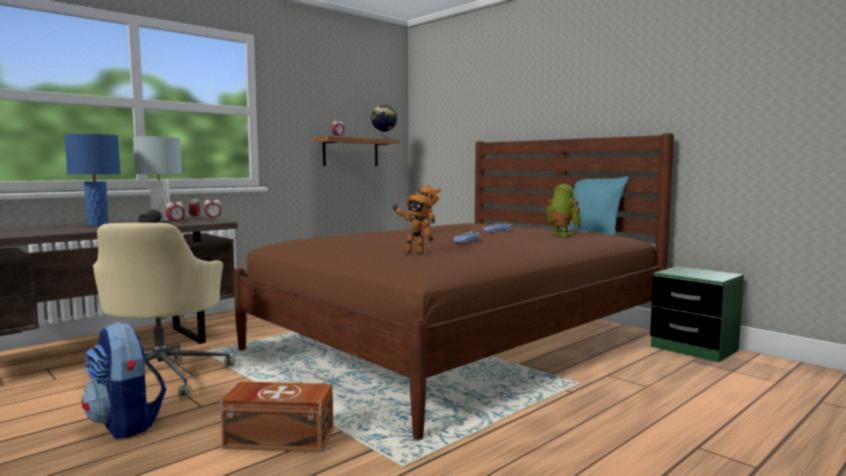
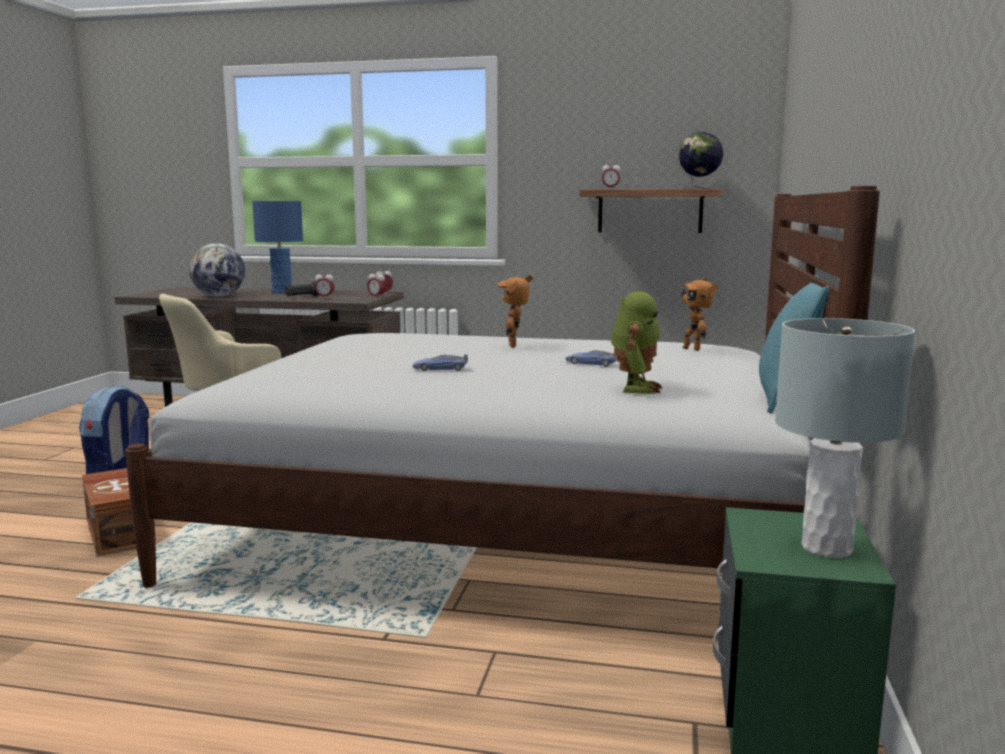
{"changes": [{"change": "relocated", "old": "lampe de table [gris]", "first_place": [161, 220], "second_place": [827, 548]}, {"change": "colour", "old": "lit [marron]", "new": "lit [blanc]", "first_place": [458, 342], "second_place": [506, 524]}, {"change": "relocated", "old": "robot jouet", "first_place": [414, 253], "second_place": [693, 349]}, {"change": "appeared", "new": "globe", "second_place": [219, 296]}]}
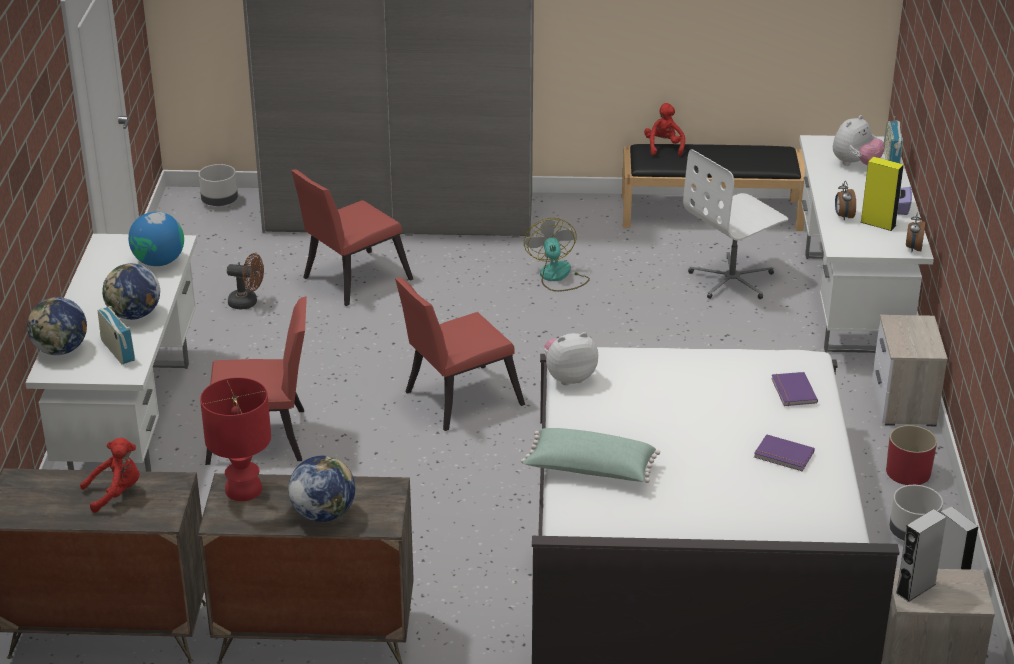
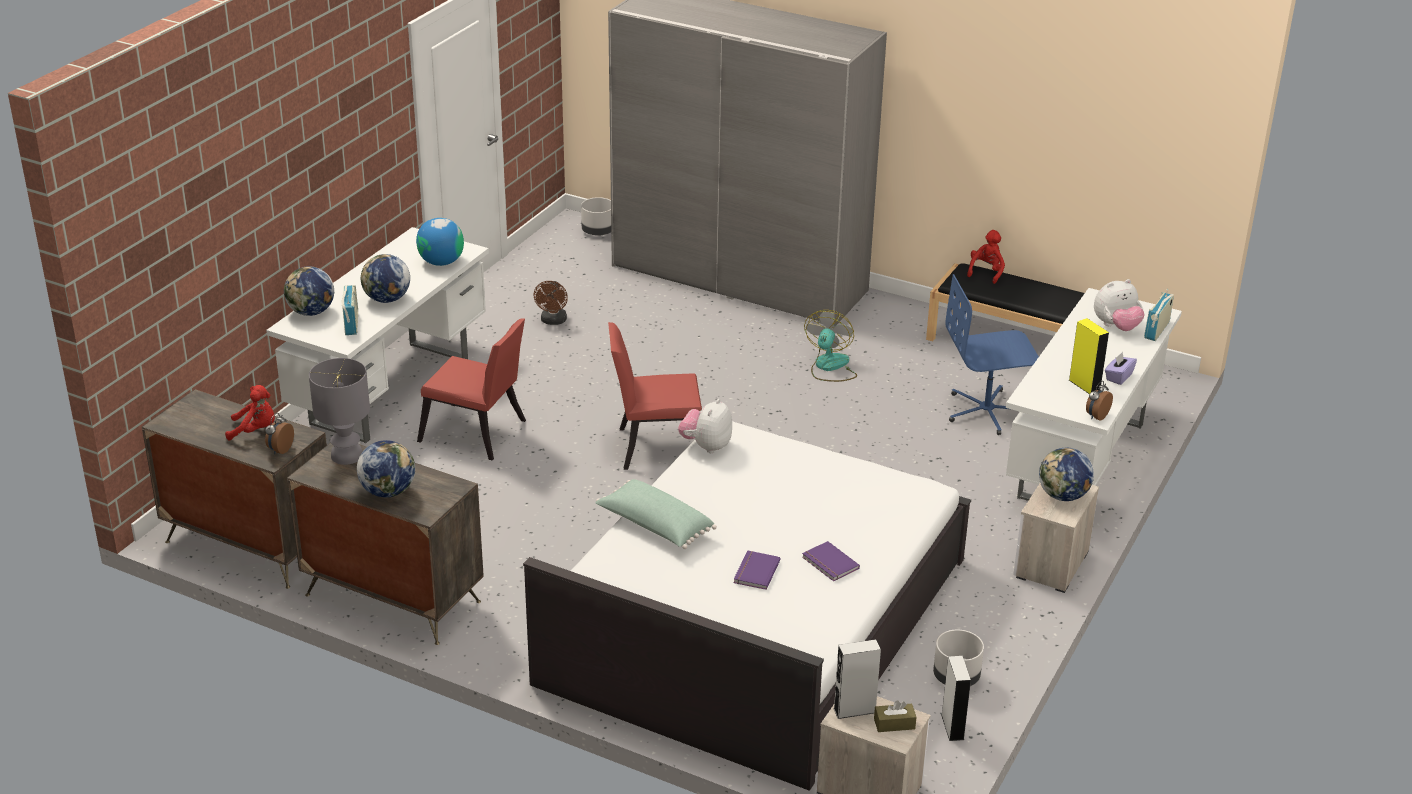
{"changes": [{"change": "colour", "old": "lampe de table [rouge]", "new": "lampe de table [gris]", "first_place": [243, 490], "second_place": [346, 455]}, {"change": "spun", "old": "ventilateur [marron]", "first_place": [247, 303], "second_place": [553, 321], "degrees": 60}, {"change": "missing", "old": "chaise [rouge]", "first_place": [351, 280]}, {"change": "spun", "old": "peluche", "first_place": [569, 377], "second_place": [706, 446], "degrees": -75}, {"change": "colour", "old": "chaise de bureau [blanc]", "new": "chaise de bureau [bleu]", "first_place": [732, 280], "second_place": [987, 411]}, {"change": "relocated", "old": "livre [violet]", "first_place": [792, 391], "second_place": [755, 572]}, {"change": "relocated", "old": "réveil", "first_place": [843, 216], "second_place": [280, 450]}, {"change": "missing", "old": "cache-pot [rouge]", "first_place": [908, 472]}, {"change": "appeared", "new": "boîte à mouchoirs [marron]", "second_place": [894, 724]}, {"change": "appeared", "new": "globe", "second_place": [1063, 496]}]}
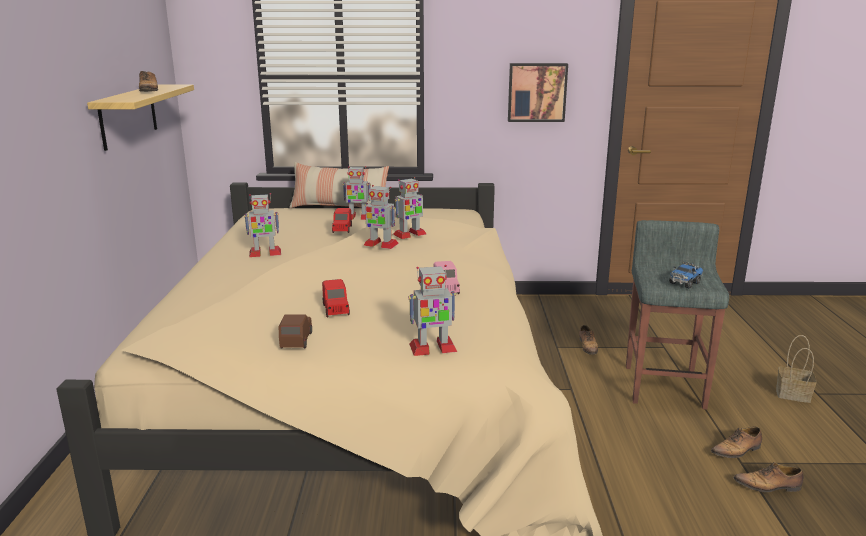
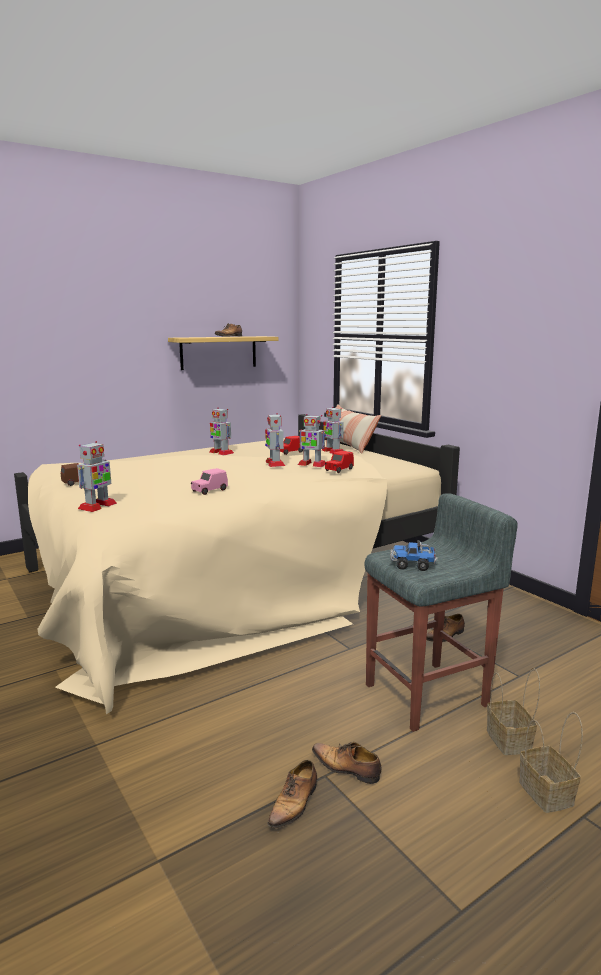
{"changes": [{"change": "relocated", "old": "petite voiture [rouge]", "first_place": [336, 310], "second_place": [339, 470]}, {"change": "spun", "old": "robot jouet", "first_place": [432, 348], "second_place": [97, 506], "degrees": -105}, {"change": "missing", "old": "tableau", "first_place": [536, 92]}, {"change": "spun", "old": "chaussure", "first_place": [768, 486], "second_place": [294, 804], "degrees": -120}, {"change": "appeared", "new": "panier", "second_place": [510, 741]}]}
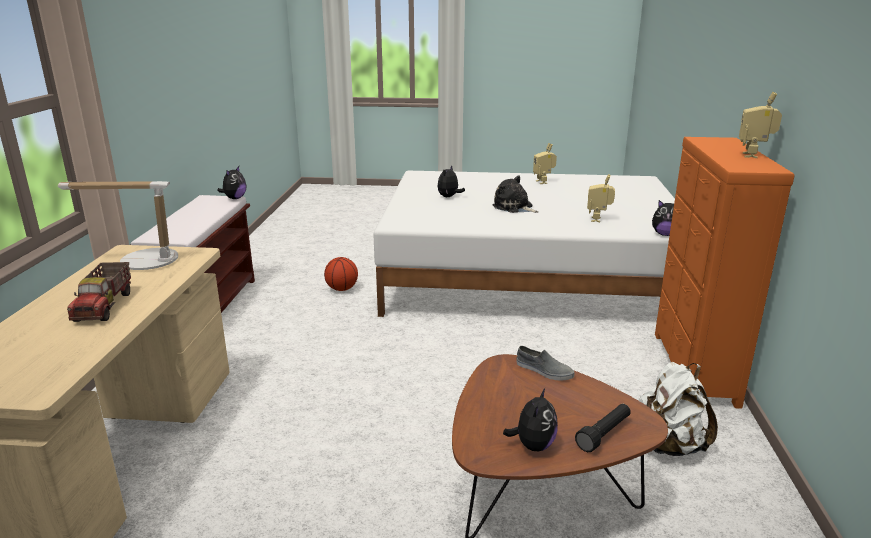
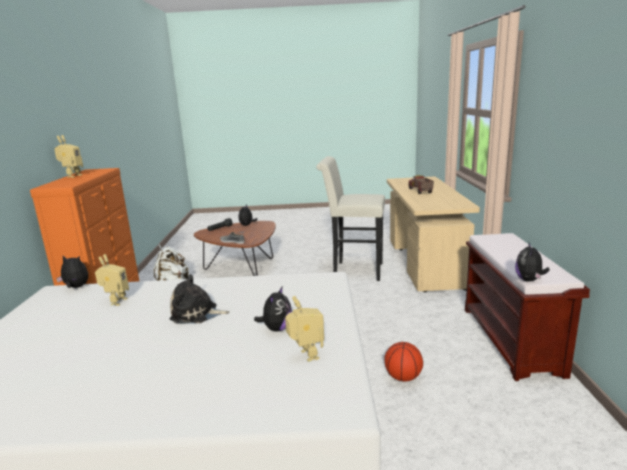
{"changes": [{"change": "missing", "old": "lampe de table", "first_place": [142, 261]}, {"change": "spun", "old": "peluche", "first_place": [514, 207], "second_place": [197, 314], "degrees": 150}, {"change": "relocated", "old": "robot jouet", "first_place": [543, 182], "second_place": [306, 356]}, {"change": "appeared", "new": "tabouret [blanc]", "second_place": [353, 271]}]}
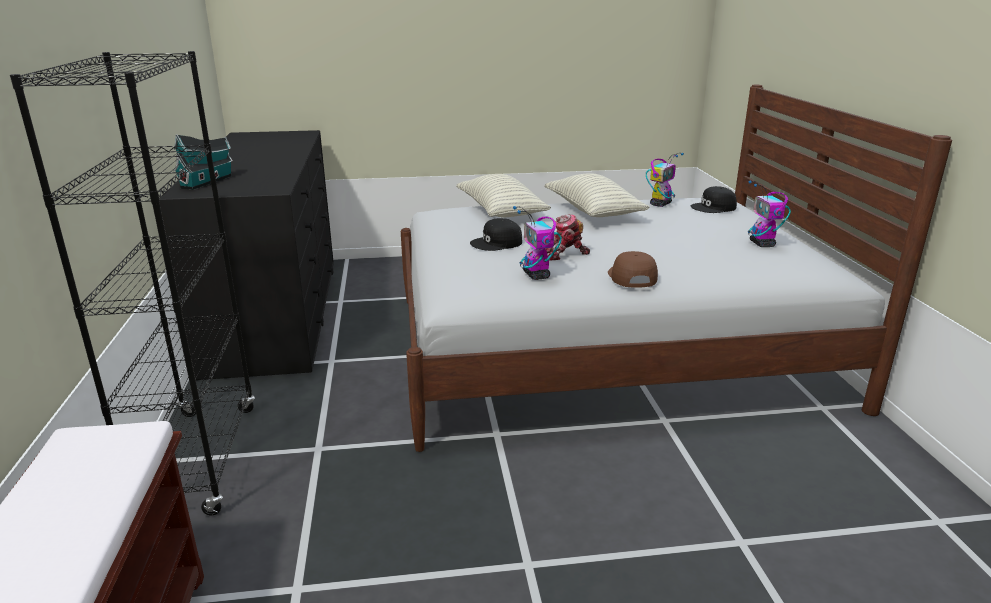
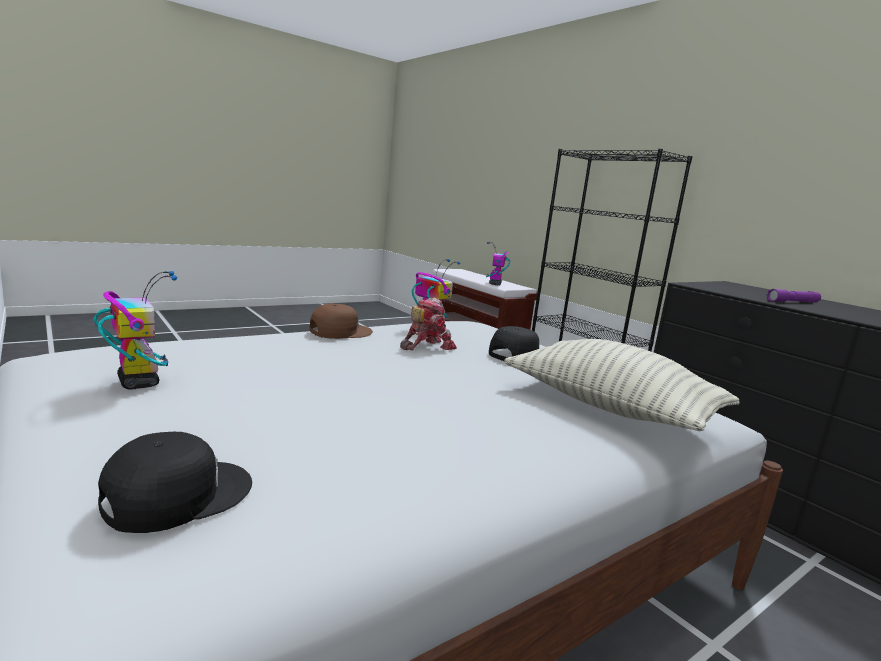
{"changes": [{"change": "missing", "old": "maison miniature", "first_place": [208, 181]}, {"change": "missing", "old": "coussin", "first_place": [593, 212]}, {"change": "spun", "old": "casquette [marron]", "first_place": [631, 277], "second_place": [340, 331], "degrees": -90}, {"change": "relocated", "old": "robot jouet", "first_place": [660, 204], "second_place": [495, 284]}, {"change": "appeared", "new": "lampe de poche [violet]", "second_place": [793, 302]}]}
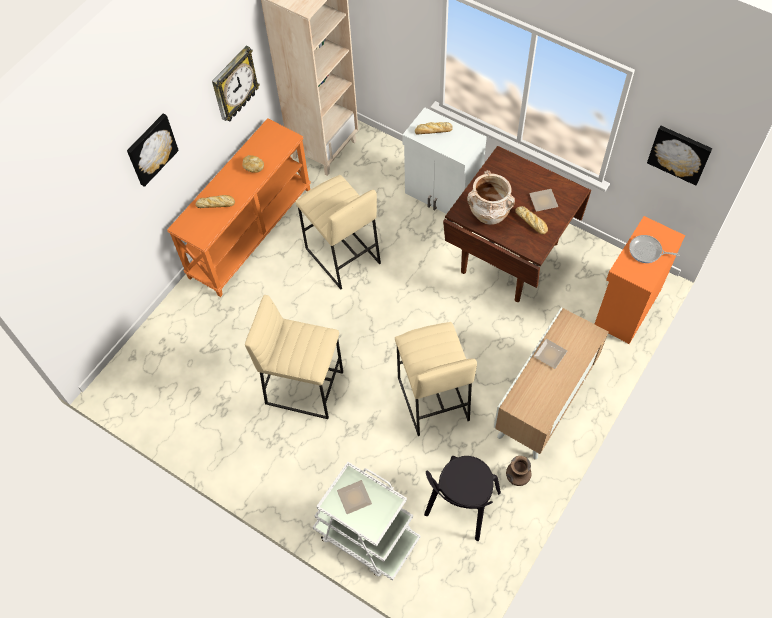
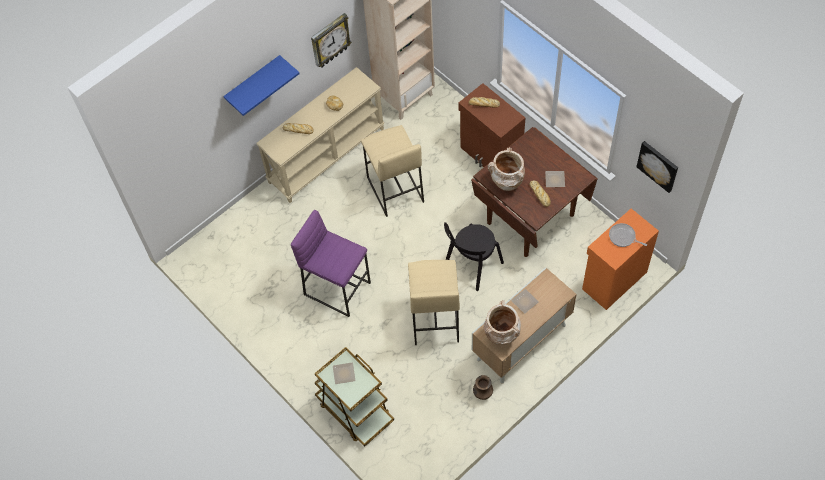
{"changes": [{"change": "exchanged", "old": "tableau", "new": "étagère [bleu]", "first_place": [151, 149], "second_place": [253, 82]}, {"change": "colour", "old": "table console [orange]", "new": "table console [beige]", "first_place": [250, 232], "second_place": [326, 154]}, {"change": "colour", "old": "tabouret [beige]", "new": "tabouret [violet]", "first_place": [305, 387], "second_place": [337, 288]}, {"change": "colour", "old": "chariot [blanc]", "new": "chariot [marron]", "first_place": [366, 535], "second_place": [355, 410]}, {"change": "colour", "old": "meuble de rangement [blanc]", "new": "meuble de rangement [marron]", "first_place": [442, 196], "second_place": [490, 156]}, {"change": "relocated", "old": "chaise [noir]", "first_place": [461, 506], "second_place": [471, 266]}, {"change": "appeared", "new": "vase [beige]", "second_place": [502, 336]}]}
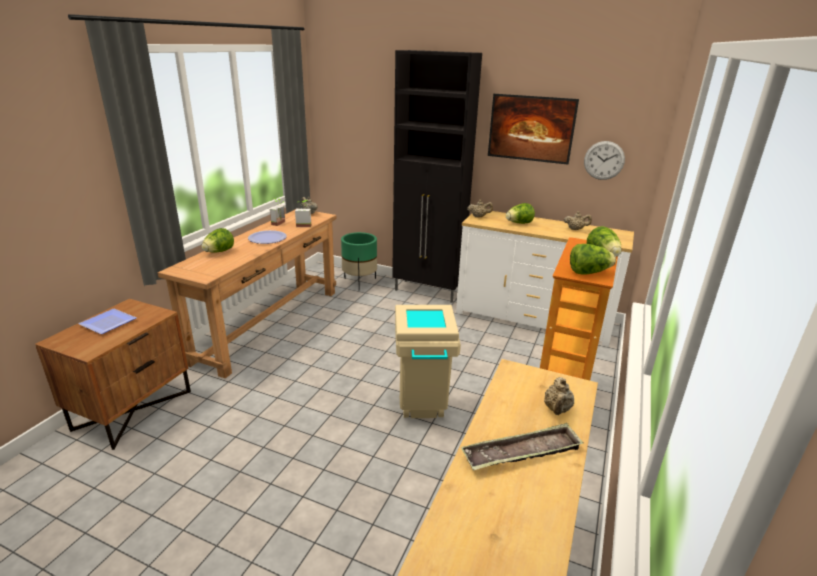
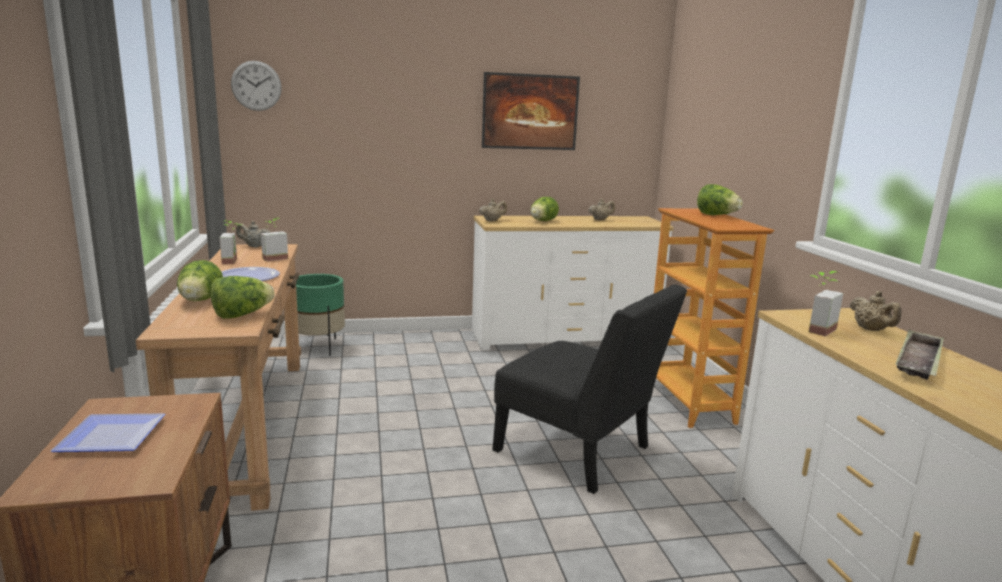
{"changes": [{"change": "missing", "old": "meuble de rangement [noir]", "first_place": [428, 291]}, {"change": "exchanged", "old": "poubelle [beige]", "new": "chaise [noir]", "first_place": [422, 413], "second_place": [579, 453]}, {"change": "relocated", "old": "laitue", "first_place": [588, 272], "second_place": [242, 315]}, {"change": "relocated", "old": "horloge murale", "first_place": [604, 160], "second_place": [256, 86]}, {"change": "appeared", "new": "plante en pot", "second_place": [815, 329]}]}
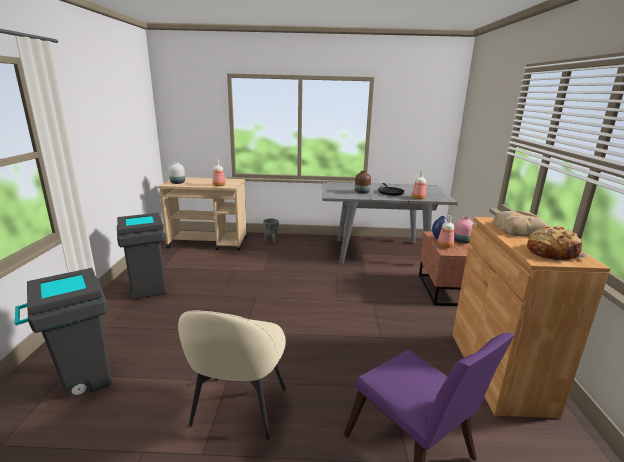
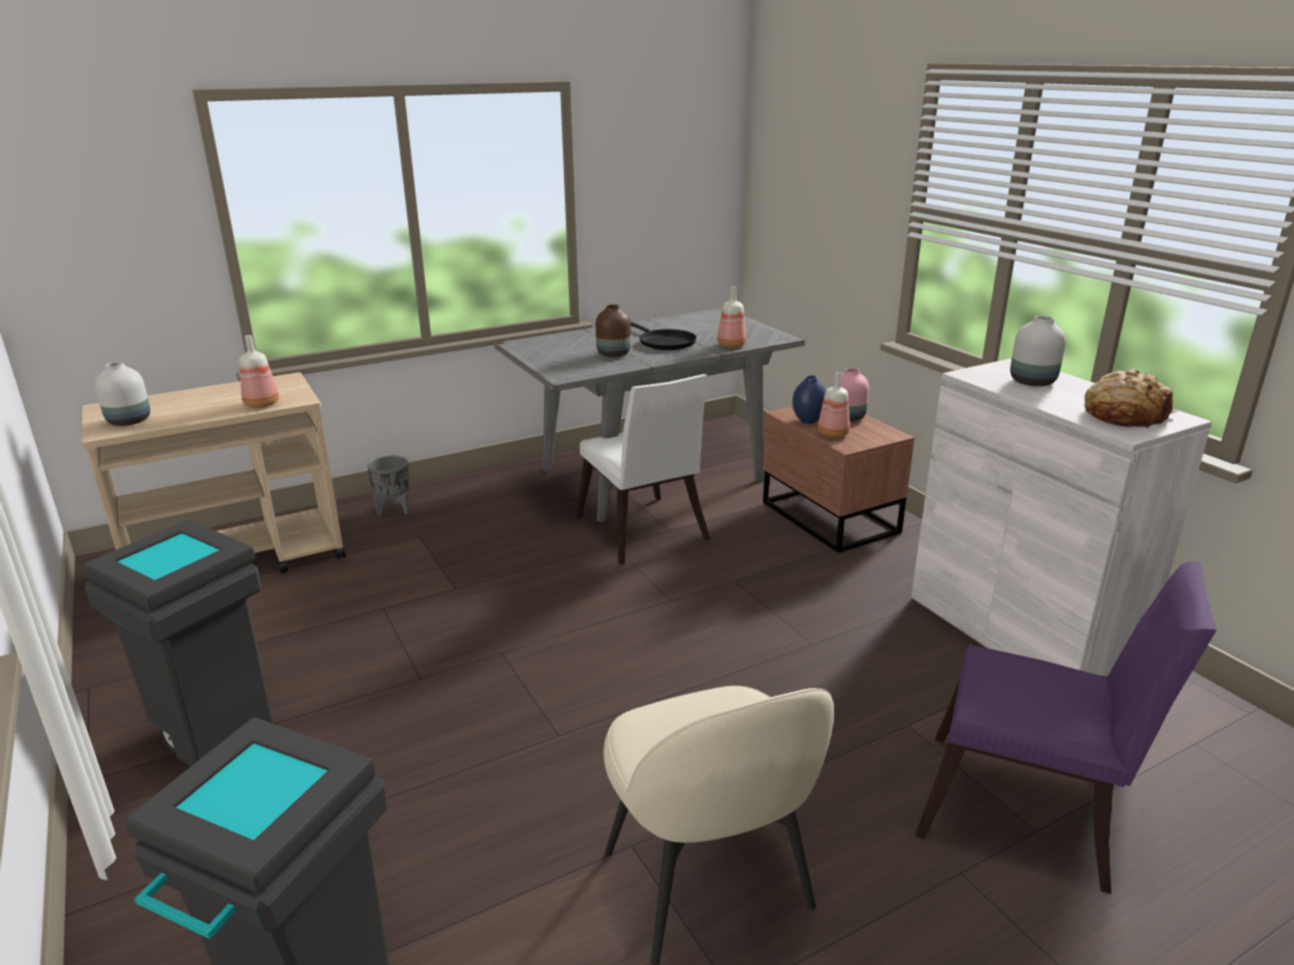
{"changes": [{"change": "colour", "old": "meuble de rangement [marron]", "new": "meuble de rangement [blanc]", "first_place": [499, 371], "second_place": [1019, 631]}, {"change": "exchanged", "old": "pain", "new": "vase [blanc]", "first_place": [519, 229], "second_place": [1032, 381]}, {"change": "appeared", "new": "chaise [blanc]", "second_place": [643, 534]}]}
